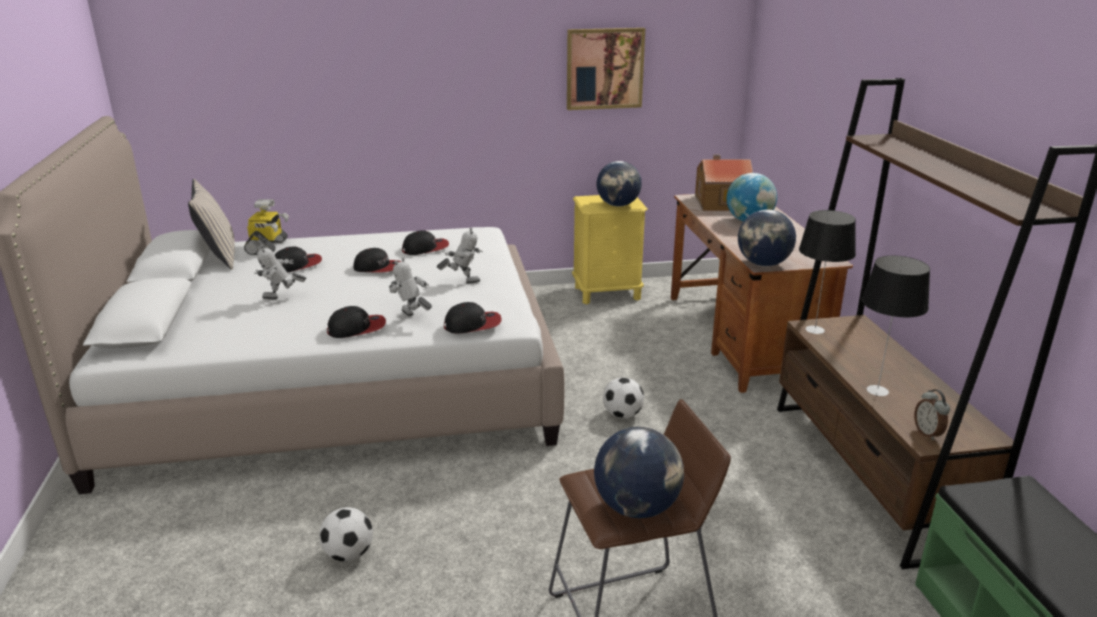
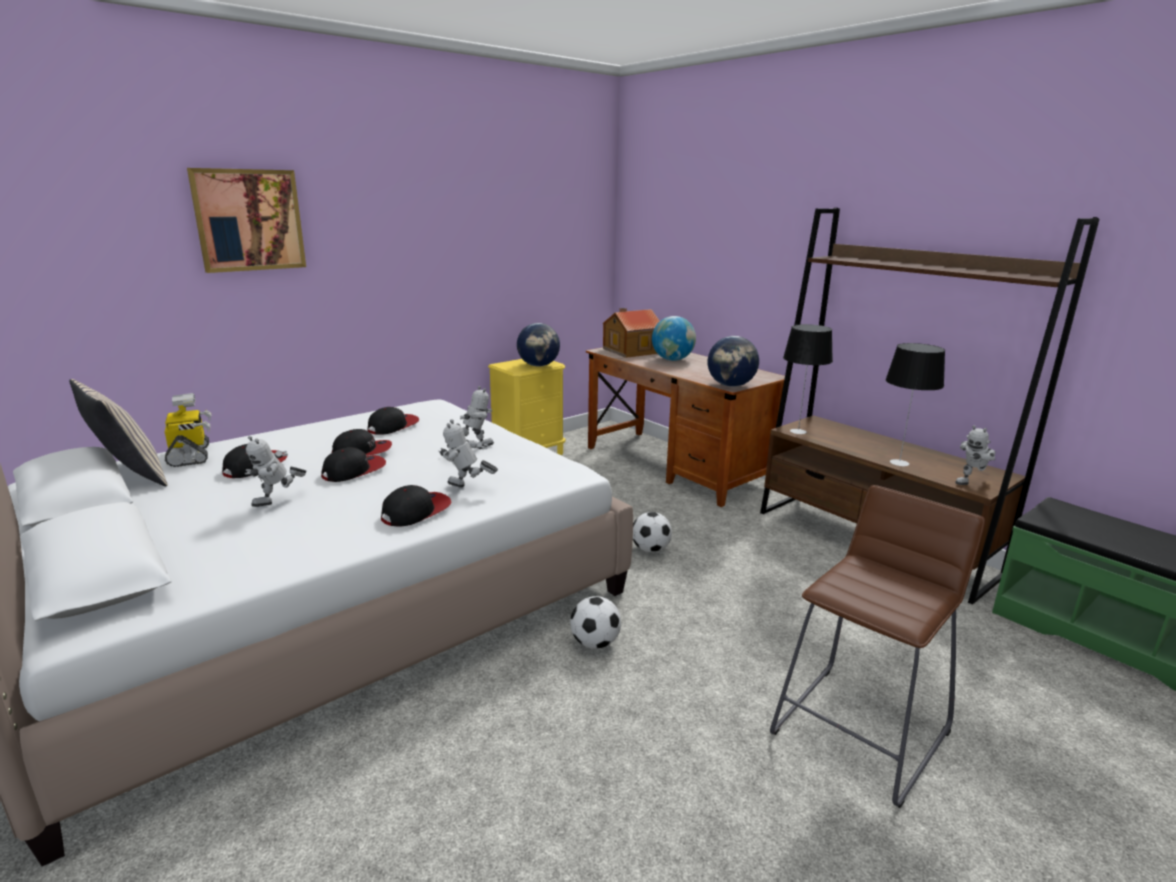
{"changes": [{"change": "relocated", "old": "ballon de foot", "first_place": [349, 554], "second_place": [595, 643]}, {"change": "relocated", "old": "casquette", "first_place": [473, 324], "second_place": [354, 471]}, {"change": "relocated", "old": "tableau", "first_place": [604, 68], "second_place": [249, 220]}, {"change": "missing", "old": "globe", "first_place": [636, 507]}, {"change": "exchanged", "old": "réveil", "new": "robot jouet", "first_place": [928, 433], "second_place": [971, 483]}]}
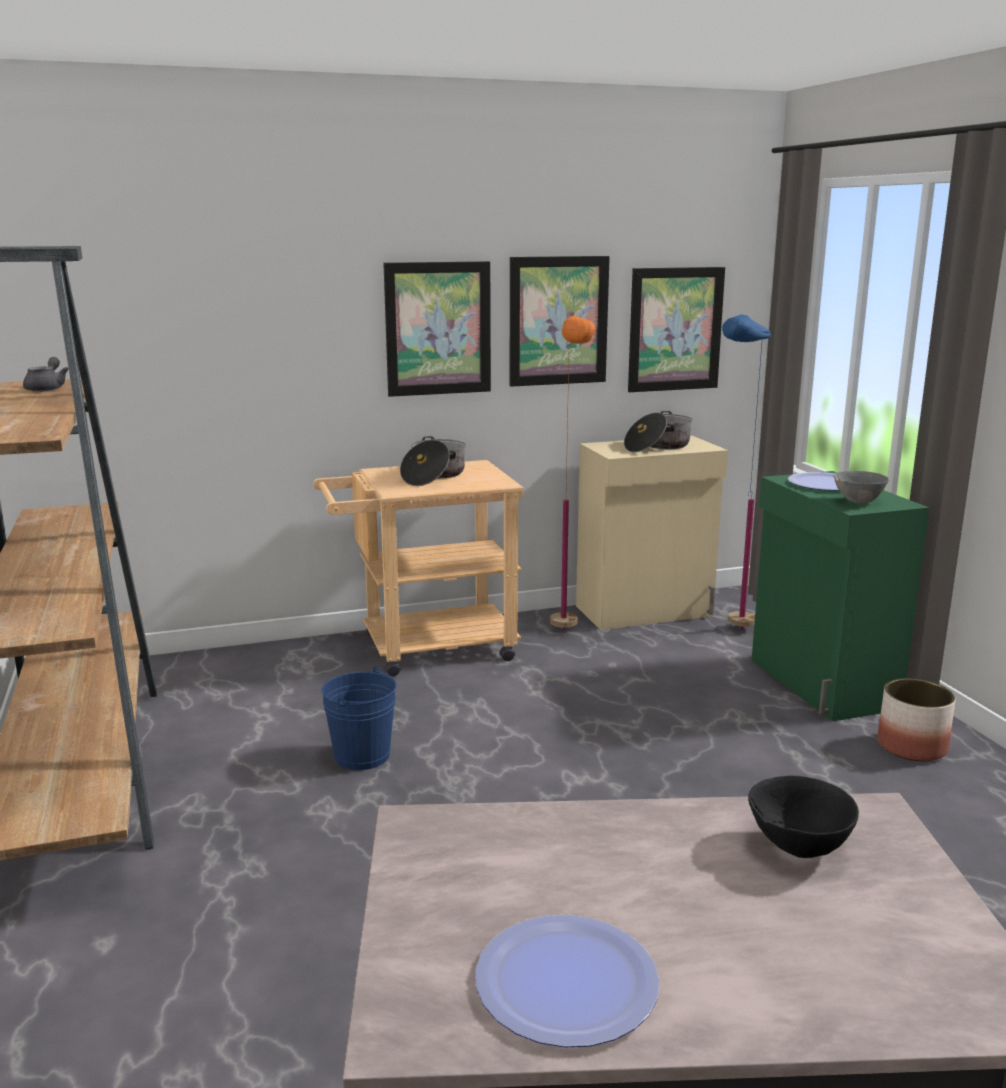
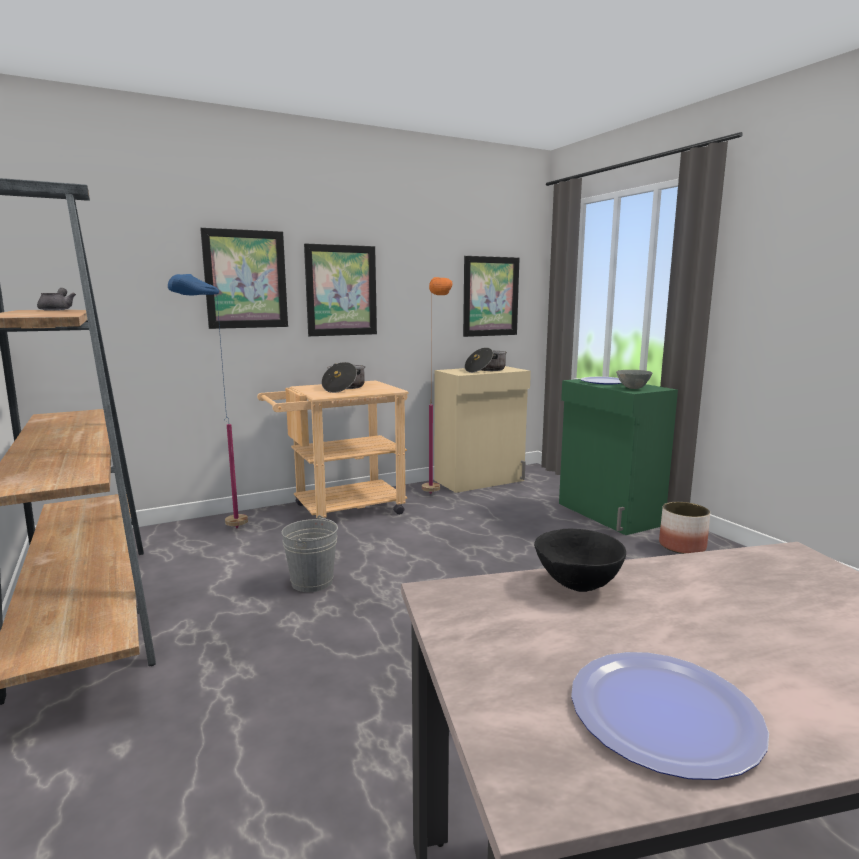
{"changes": [{"change": "colour", "old": "seau [bleu]", "new": "seau [gris]", "first_place": [362, 756], "second_place": [312, 582]}, {"change": "relocated", "old": "tableau", "first_place": [558, 321], "second_place": [246, 279]}, {"change": "relocated", "old": "lampadaire [bleu]", "first_place": [729, 636], "second_place": [221, 534]}, {"change": "relocated", "old": "bol [noir]", "first_place": [798, 847], "second_place": [577, 585]}]}
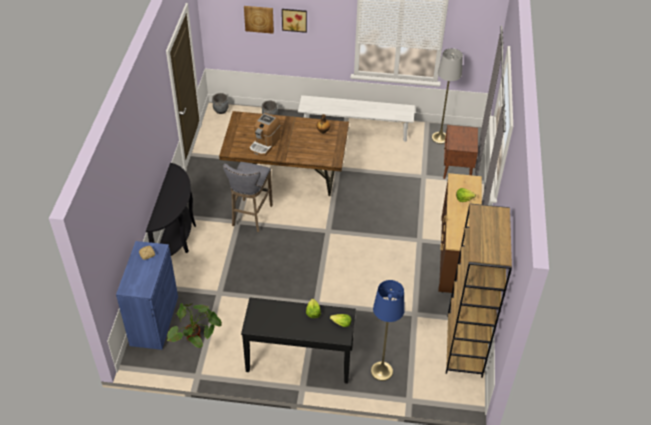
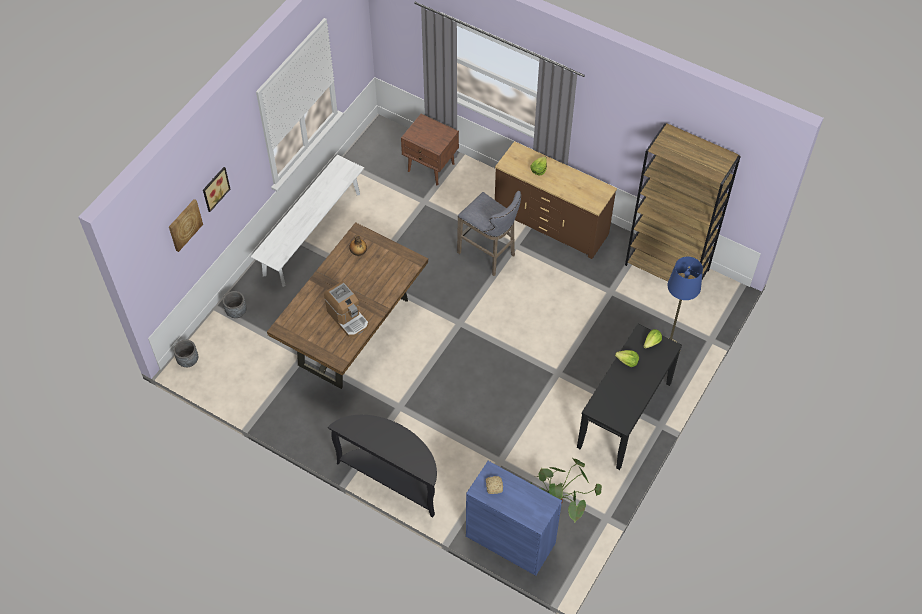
{"changes": [{"change": "relocated", "old": "tabouret [gris]", "first_place": [251, 217], "second_place": [489, 255]}, {"change": "missing", "old": "lampadaire [gris]", "first_place": [440, 138]}]}
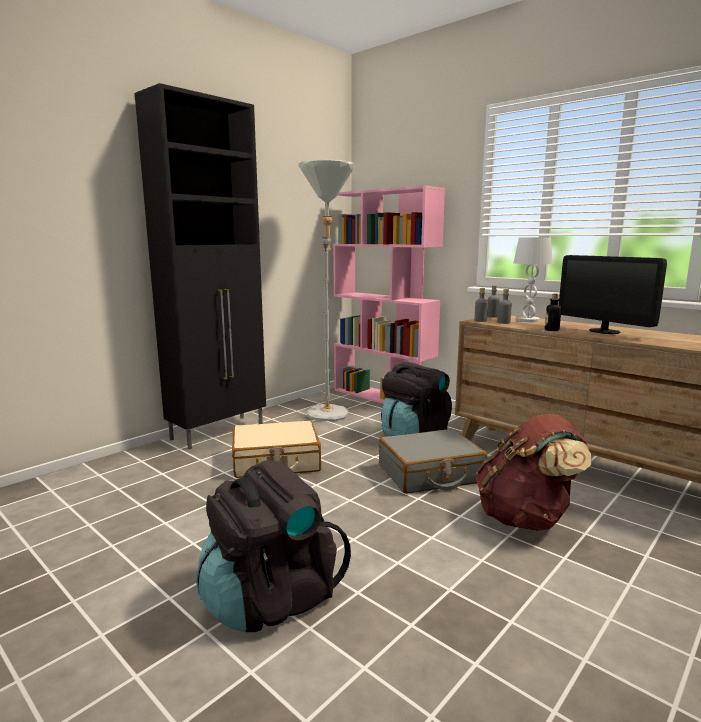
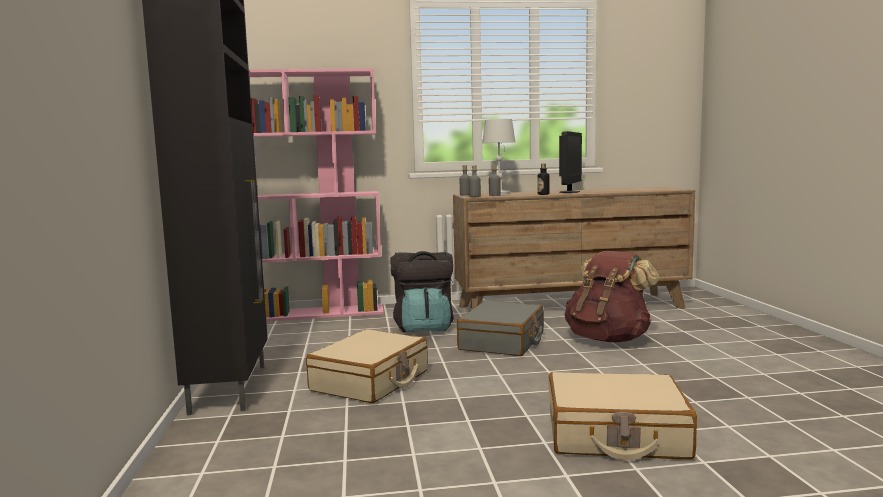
{"changes": [{"change": "exchanged", "old": "sac à dos [noir]", "new": "valise [beige]", "first_place": [271, 598], "second_place": [615, 435]}, {"change": "missing", "old": "lampadaire [gris]", "first_place": [328, 411]}, {"change": "spun", "old": "écran d'ordinateur", "first_place": [604, 331], "second_place": [569, 192], "degrees": -75}]}
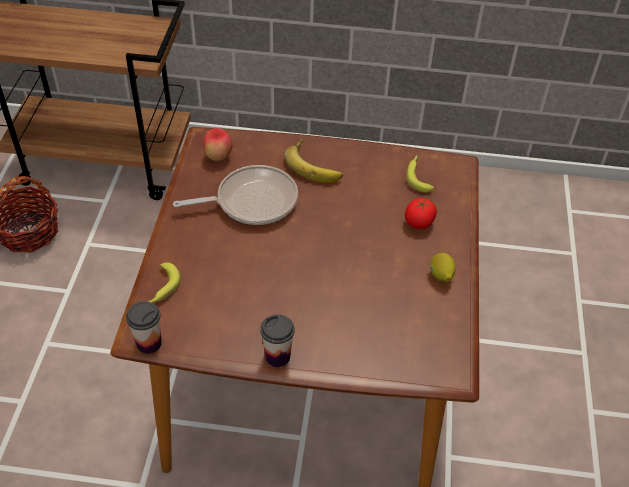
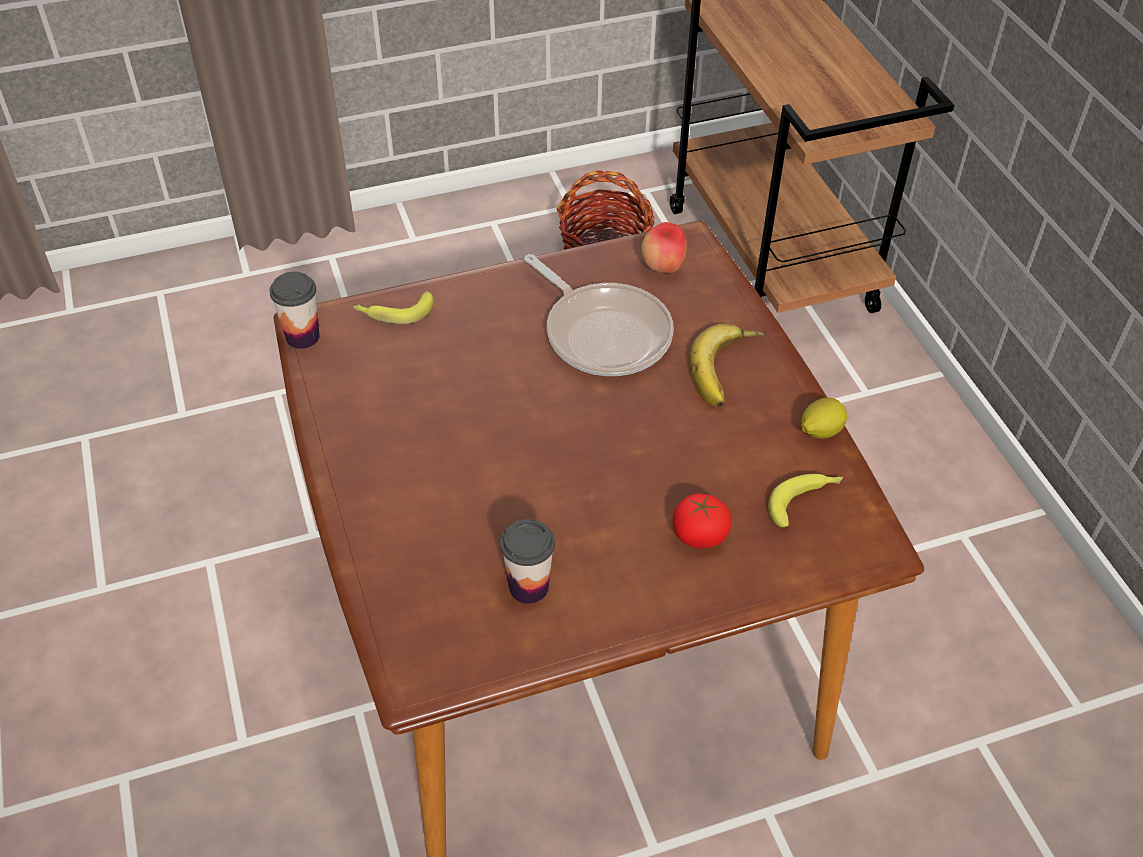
{"changes": [{"change": "relocated", "old": "tasse", "first_place": [277, 356], "second_place": [528, 587]}, {"change": "relocated", "old": "citron", "first_place": [441, 275], "second_place": [820, 431]}]}
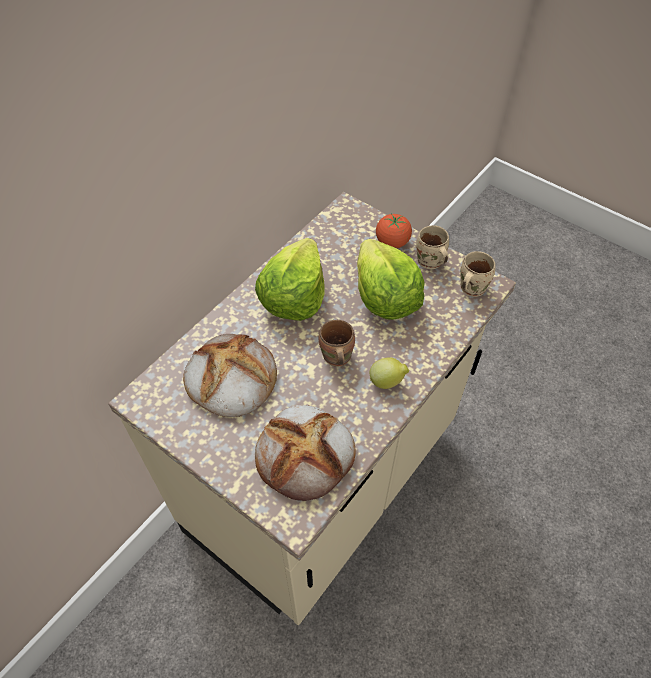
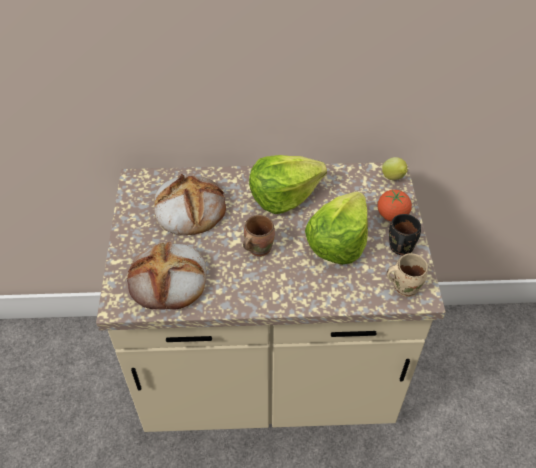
{"changes": [{"change": "relocated", "old": "citron", "first_place": [387, 382], "second_place": [393, 178]}, {"change": "colour", "old": "mug [beige]", "new": "mug [noir]", "first_place": [429, 263], "second_place": [399, 248]}]}
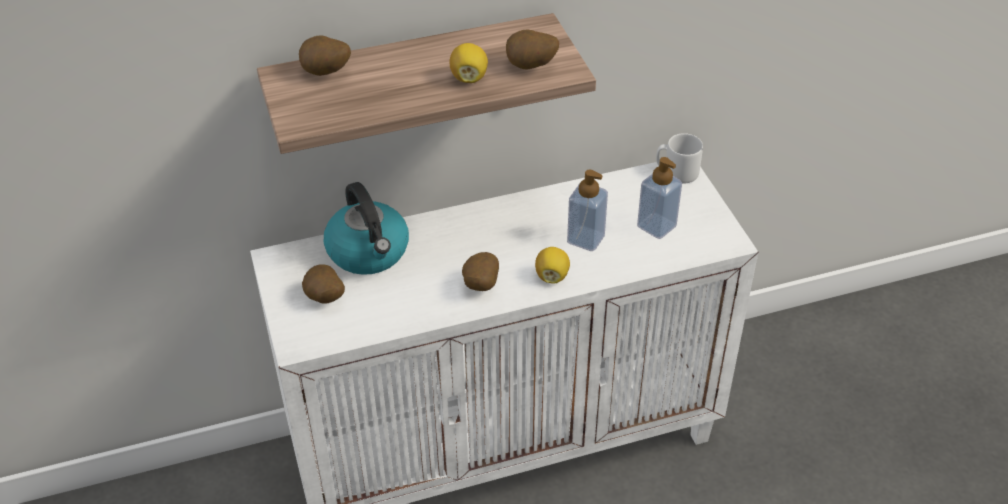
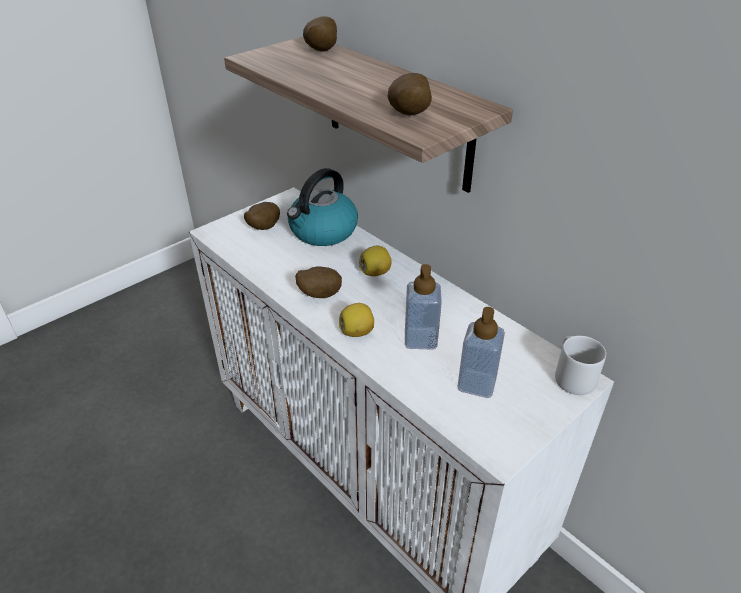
{"changes": [{"change": "relocated", "old": "citron", "first_place": [469, 77], "second_place": [375, 272]}]}
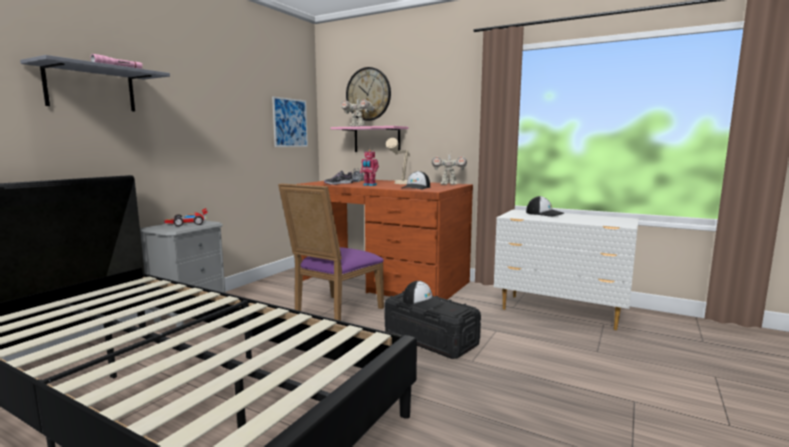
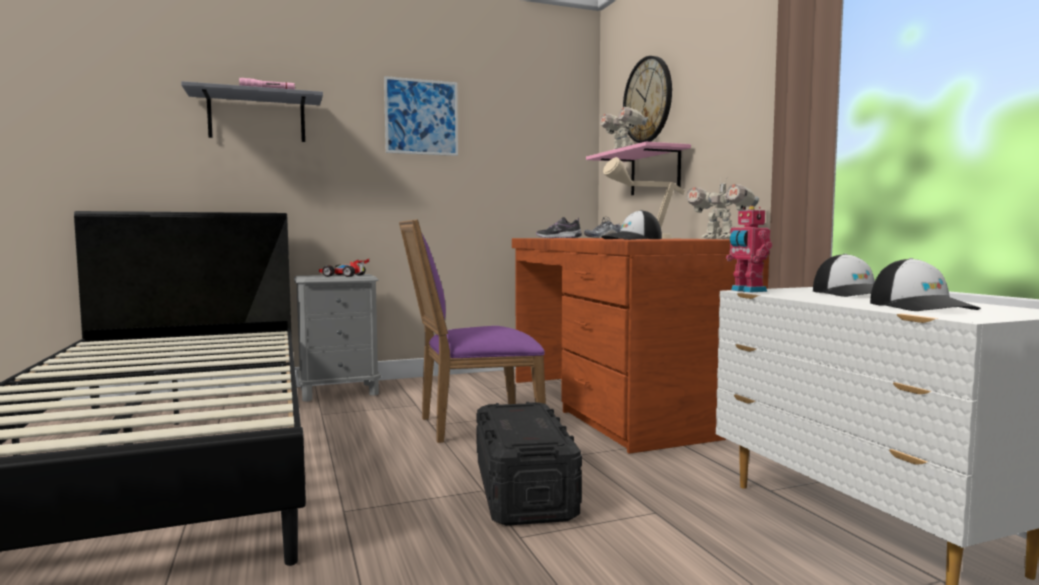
{"changes": [{"change": "relocated", "old": "tableau", "first_place": [290, 122], "second_place": [421, 117]}, {"change": "relocated", "old": "robot jouet", "first_place": [369, 185], "second_place": [747, 291]}, {"change": "relocated", "old": "casquette", "first_place": [423, 302], "second_place": [921, 307]}]}
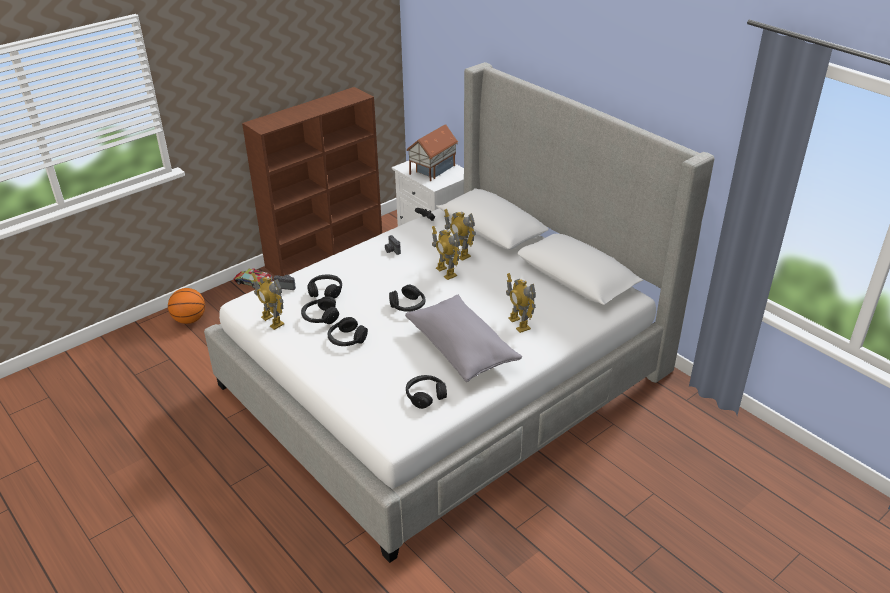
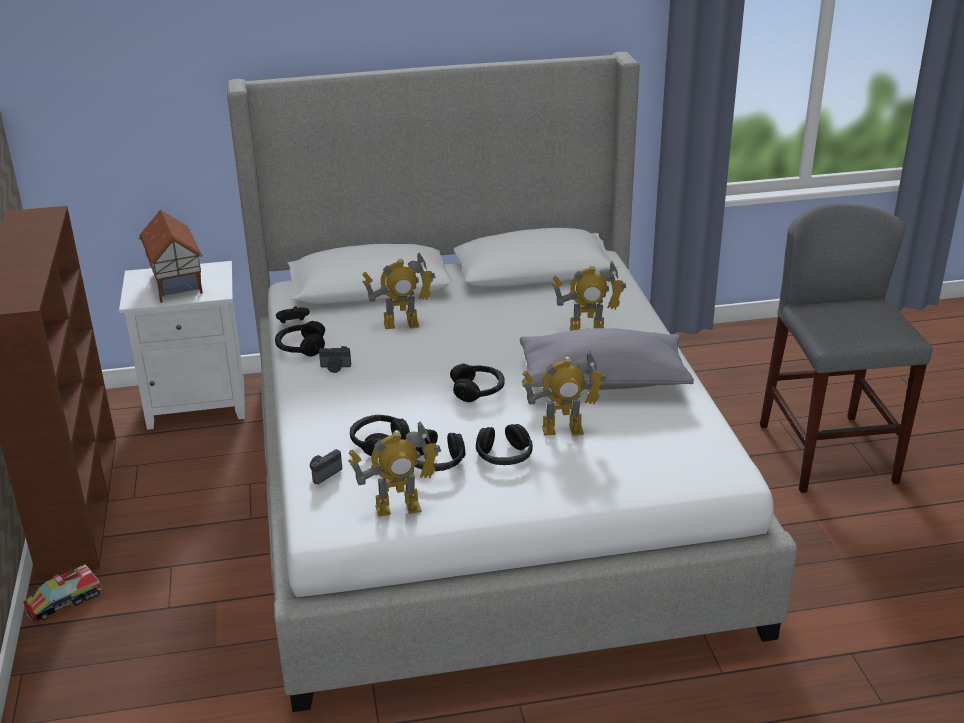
{"changes": [{"change": "missing", "old": "ballon de basket", "first_place": [189, 320]}, {"change": "relocated", "old": "casque audio [noir]", "first_place": [425, 396], "second_place": [301, 347]}, {"change": "relocated", "old": "robot jouet", "first_place": [446, 272], "second_place": [562, 430]}, {"change": "appeared", "new": "tabouret [gris]", "second_place": [827, 453]}]}
